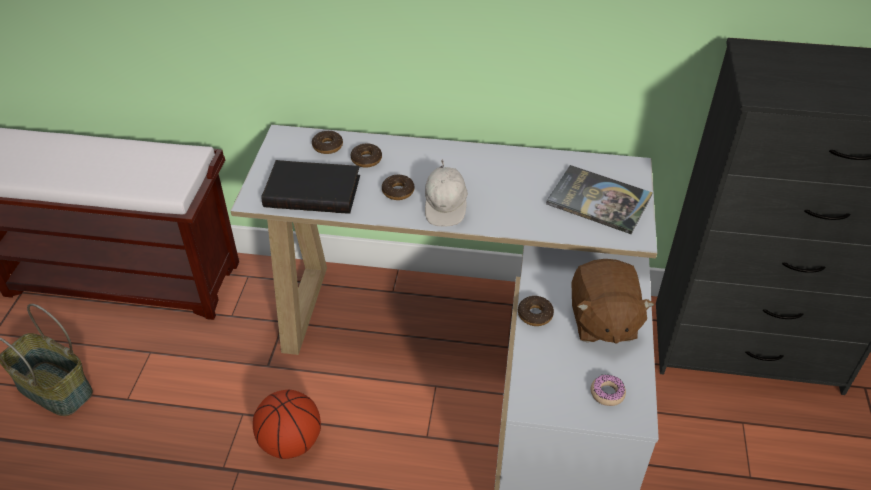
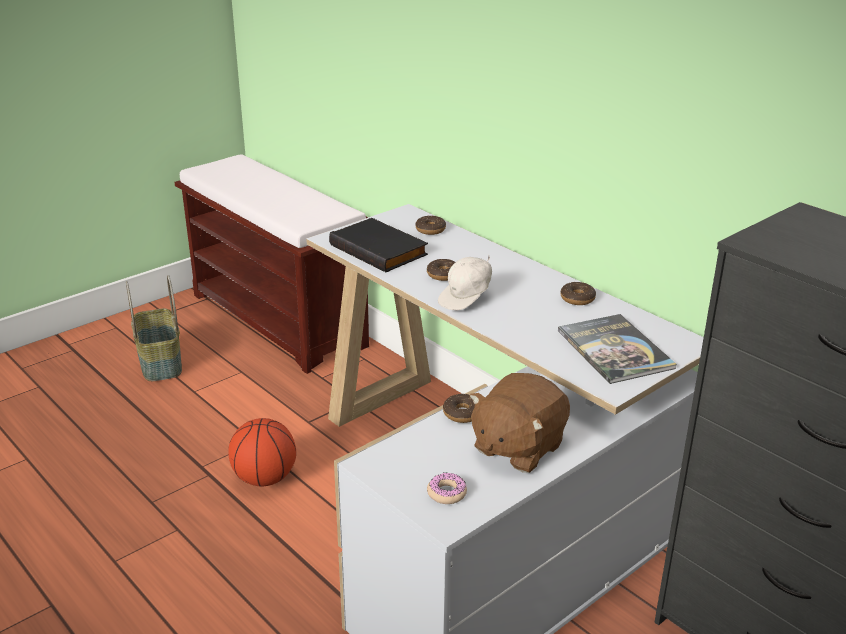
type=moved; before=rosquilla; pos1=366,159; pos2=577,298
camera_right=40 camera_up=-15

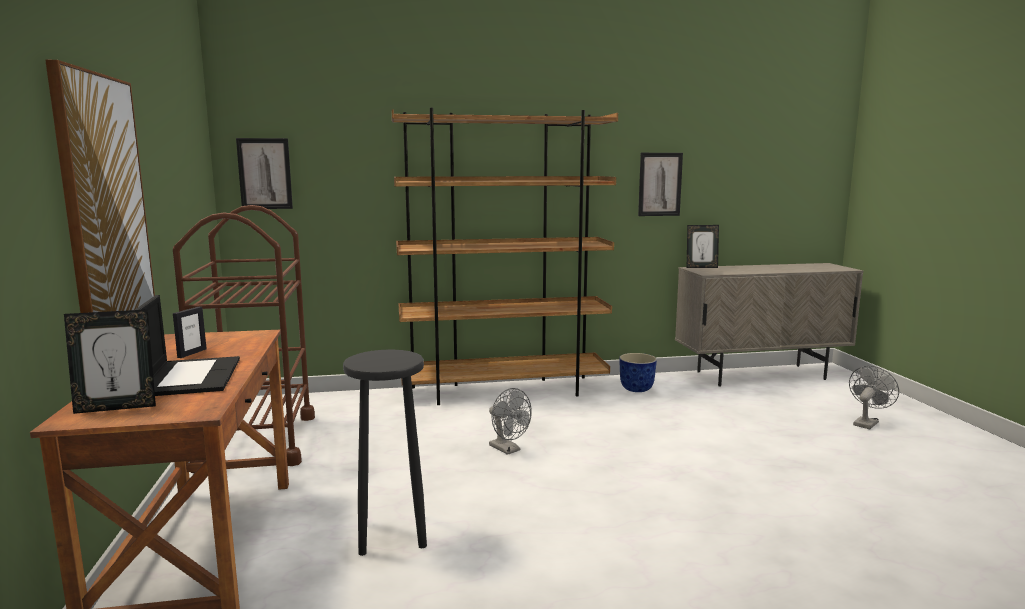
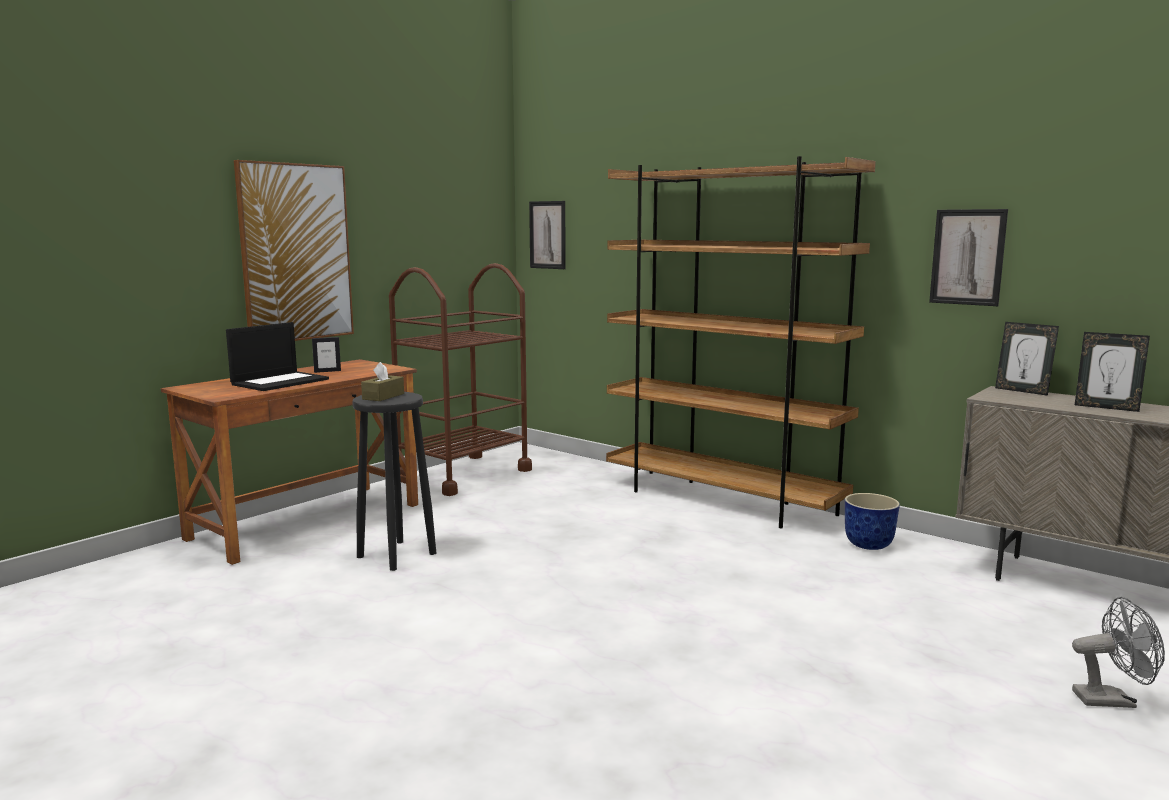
type=removed; before=ventilador/gris; pos1=508,449
type=added; after=caja de pañuelos/marrón; pos2=383,396
type=moved; before=portarretratos; pos1=116,407; pos2=1106,407
camera_right=50 camera_up=0

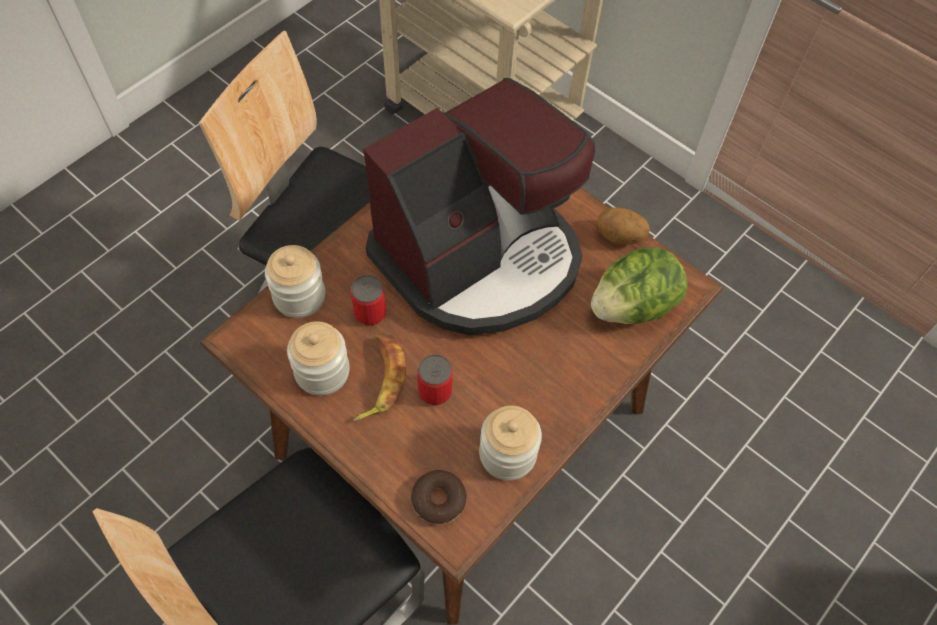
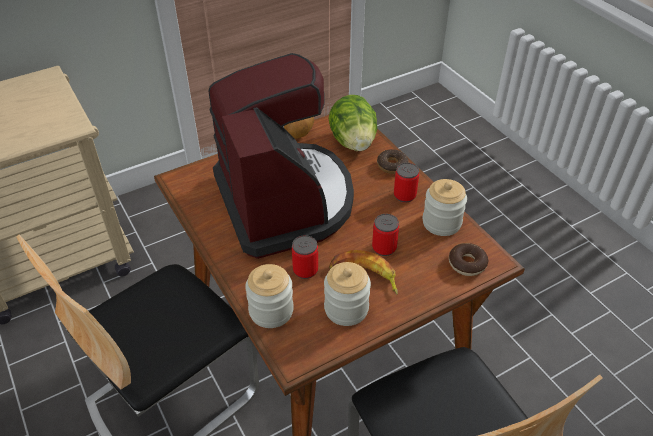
type=added; after=rosquilla; pos2=392,165
type=added; after=lata; pos2=404,195
camera_right=-70 camera_up=-15

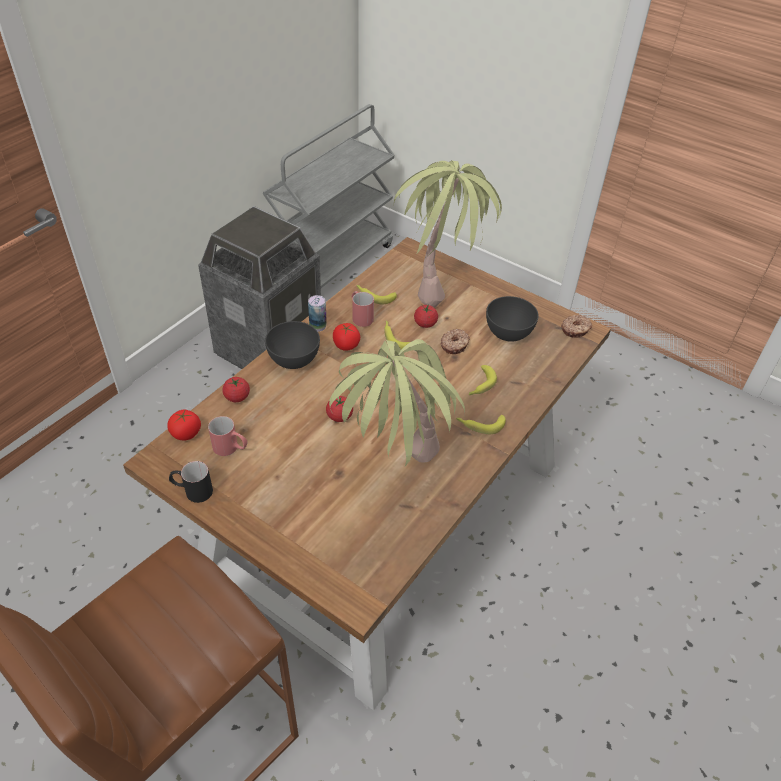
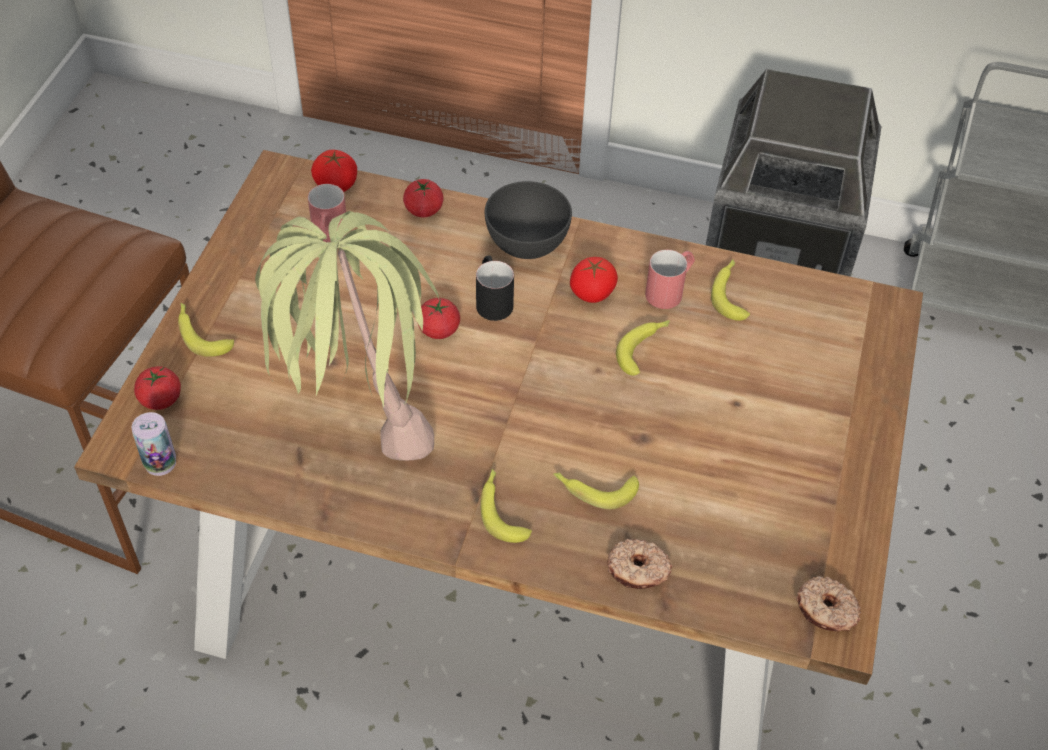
type=removed; before=planta en maceta; pos1=442,284
type=removed; before=cuenco/gris; pos1=508,333
type=added; after=plátano; pos2=201,333
type=moved; before=taza grande/negro; pos1=192,491; pos2=492,299
type=moved; before=lata; pos1=318,326; pos2=160,463
type=moved; before=tomate; pos1=425,323; pos2=161,399
type=moved; before=rosquilla; pos1=455,345; pos2=638,570
camera_right=70 camera_up=5

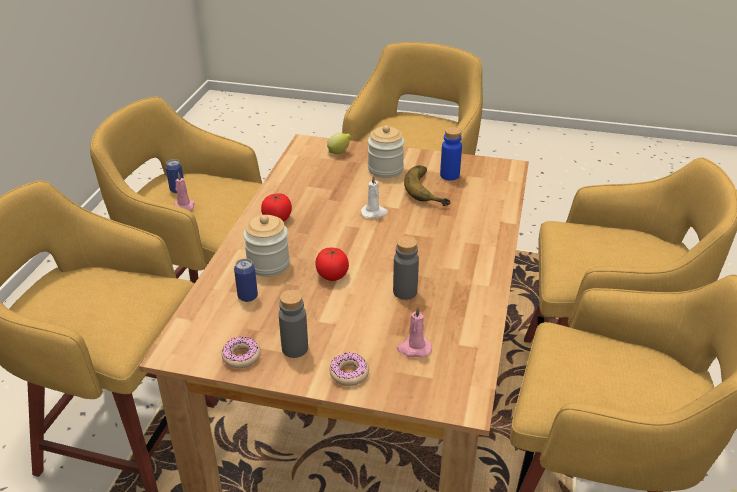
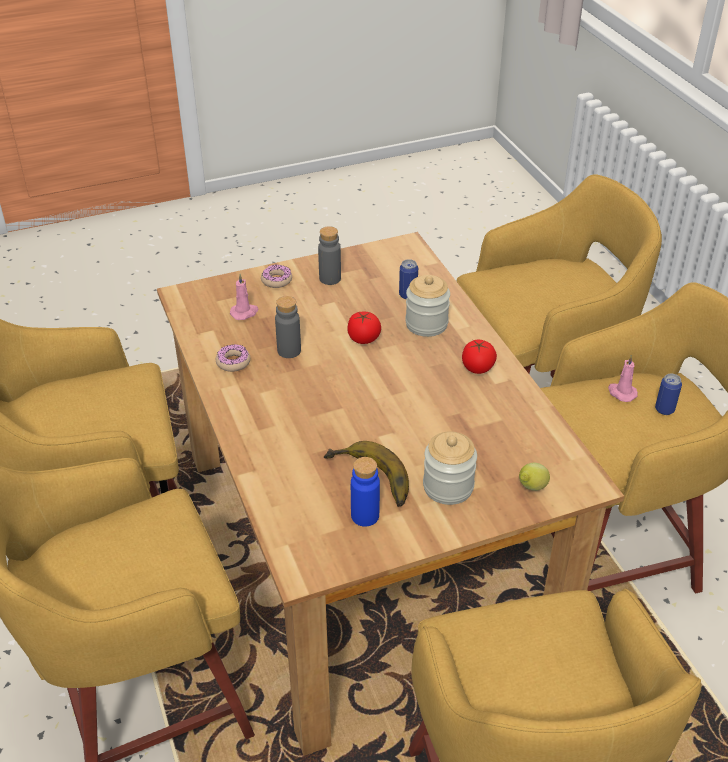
type=removed; before=vela/blanco; pos1=374,213
type=moved; before=rosquilla; pos1=241,356; pos2=233,362
camera_right=145 camera_up=5

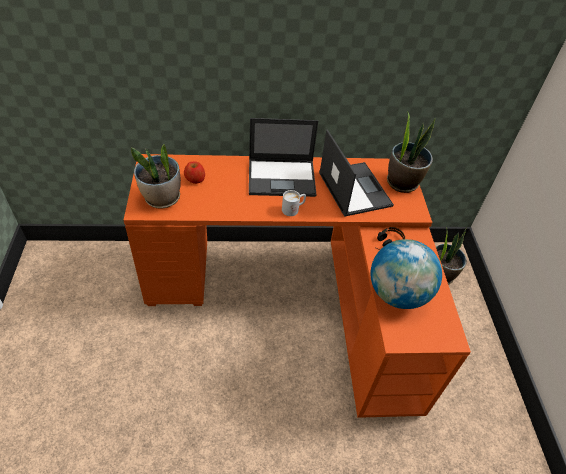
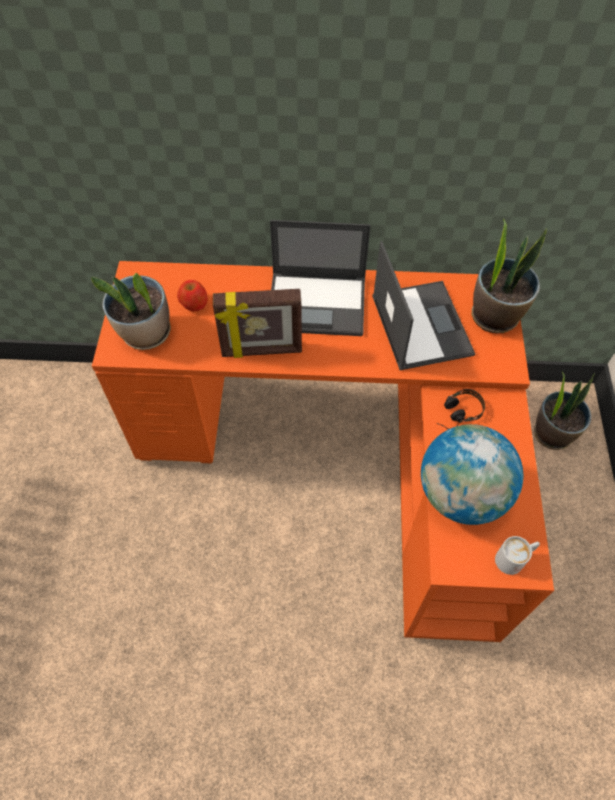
type=added; after=portarretratos; pos2=262,351
type=moved; before=taza grande/blanco; pos1=293,209; pos2=514,558
camera_right=10 camera_up=10

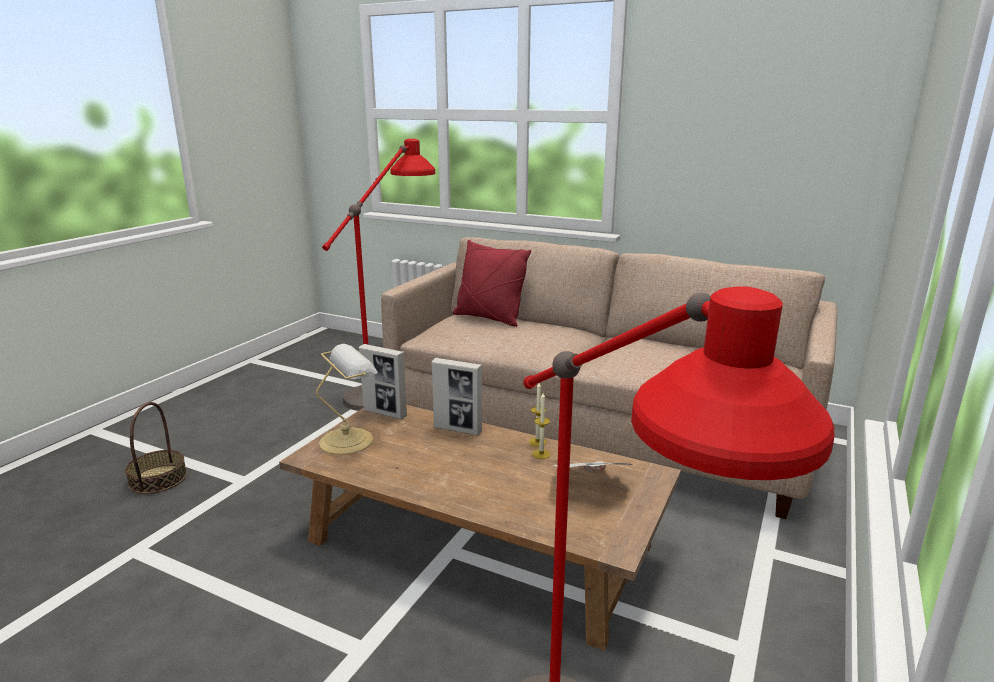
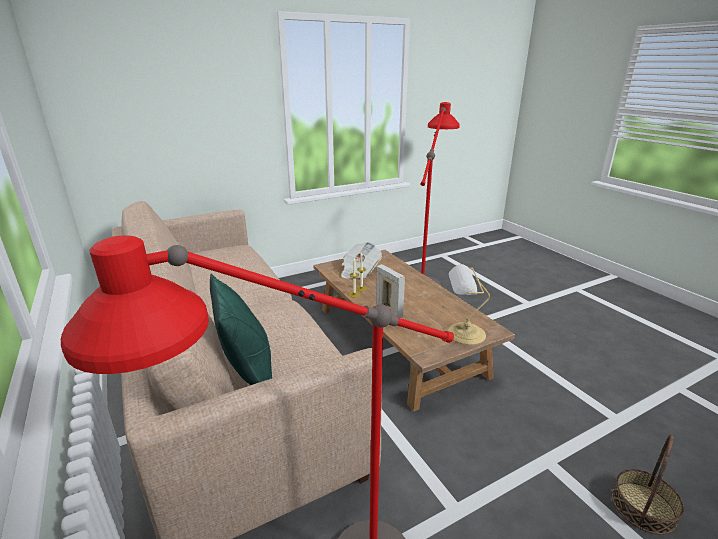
type=removed; before=portarretratos; pos1=385,413
type=recoloured; before=cojín/rojo; after=cojín/verde; pos1=489,318; pos2=248,372
camera_right=-145 camera_up=5

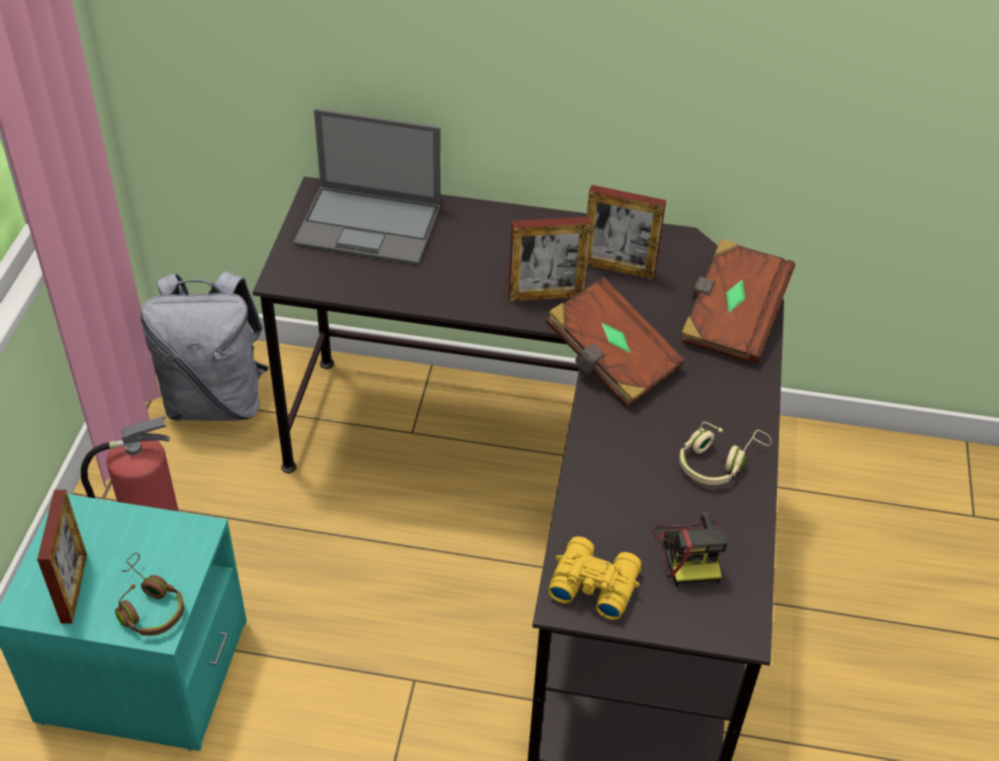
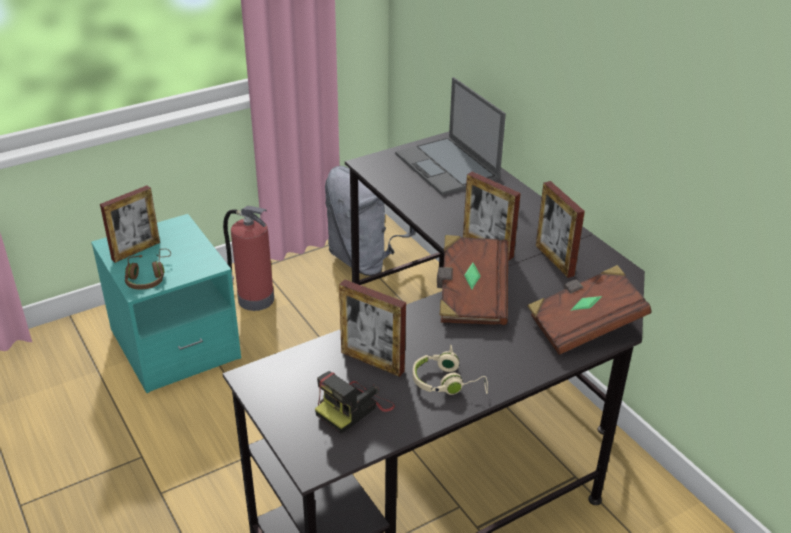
type=removed; before=prismáticos/amarillo; pos1=593,583
type=added; after=portarretratos; pos2=372,361
camera_right=50 camera_up=-10

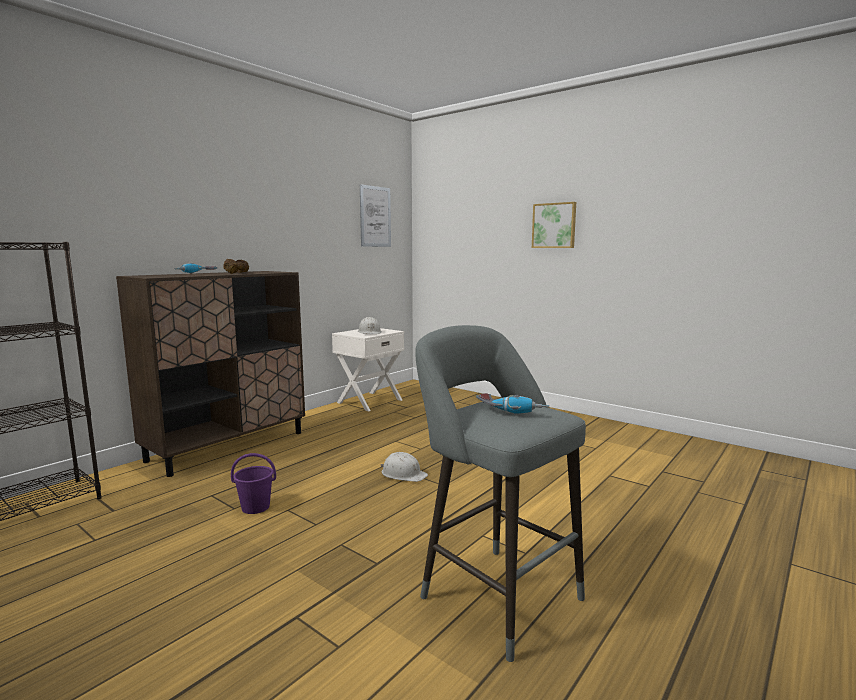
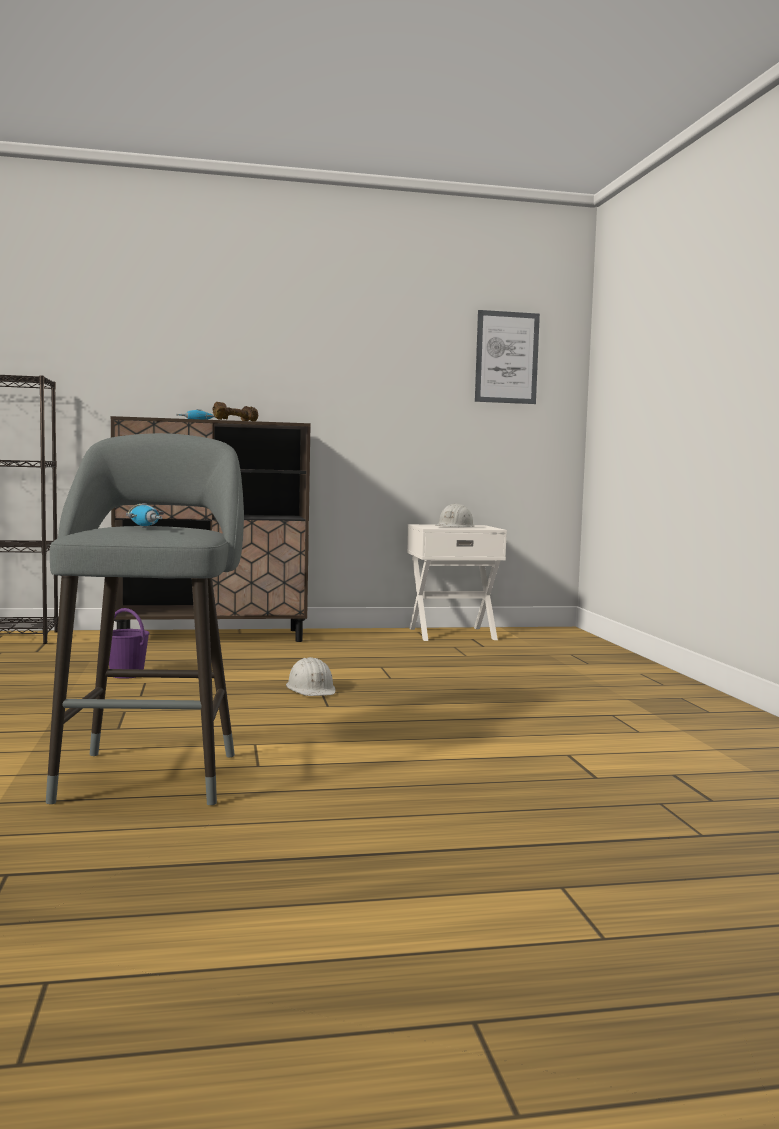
type=removed; before=cuadro; pos1=554,225
camera_right=40 camera_up=-5

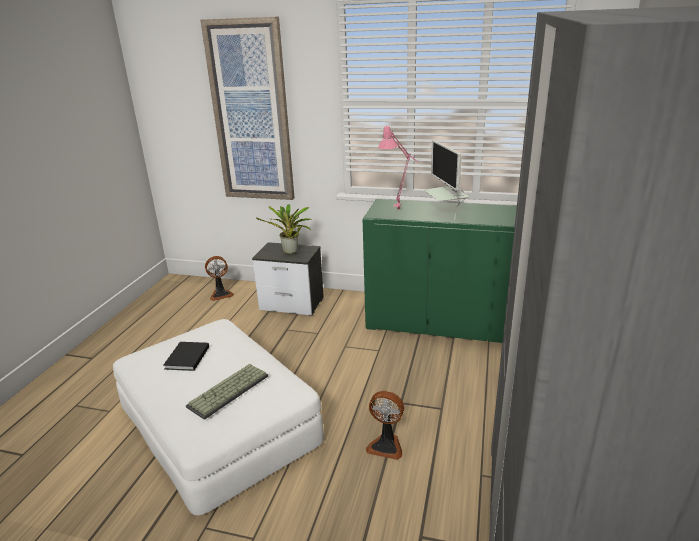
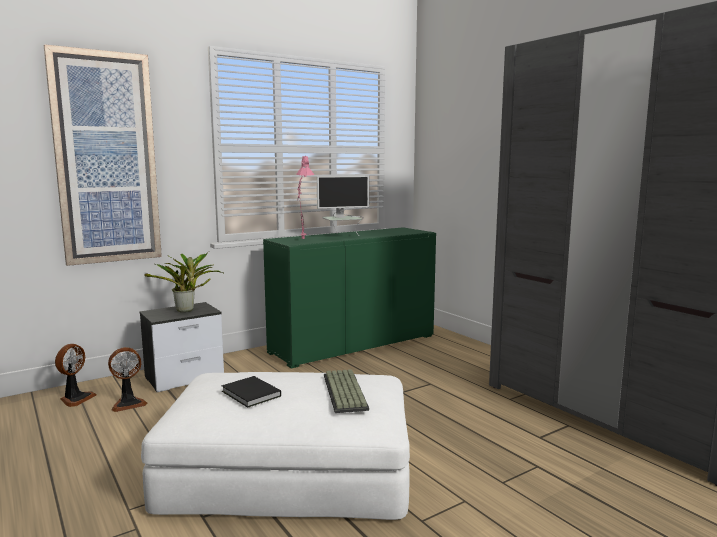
type=moved; before=ventilador; pos1=386,445; pos2=128,404
type=turned; before=monitor; pos1=446,213; pos2=342,237; turn=-45
camera_right=-50 camera_up=-15

